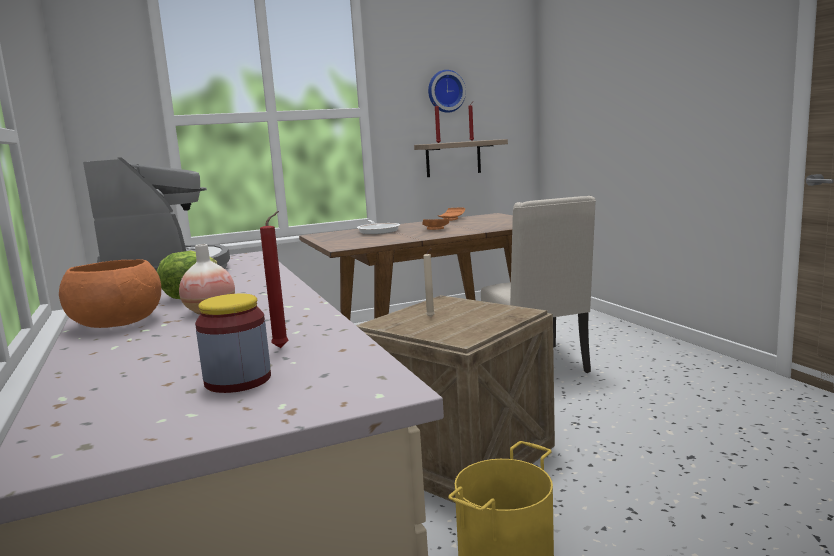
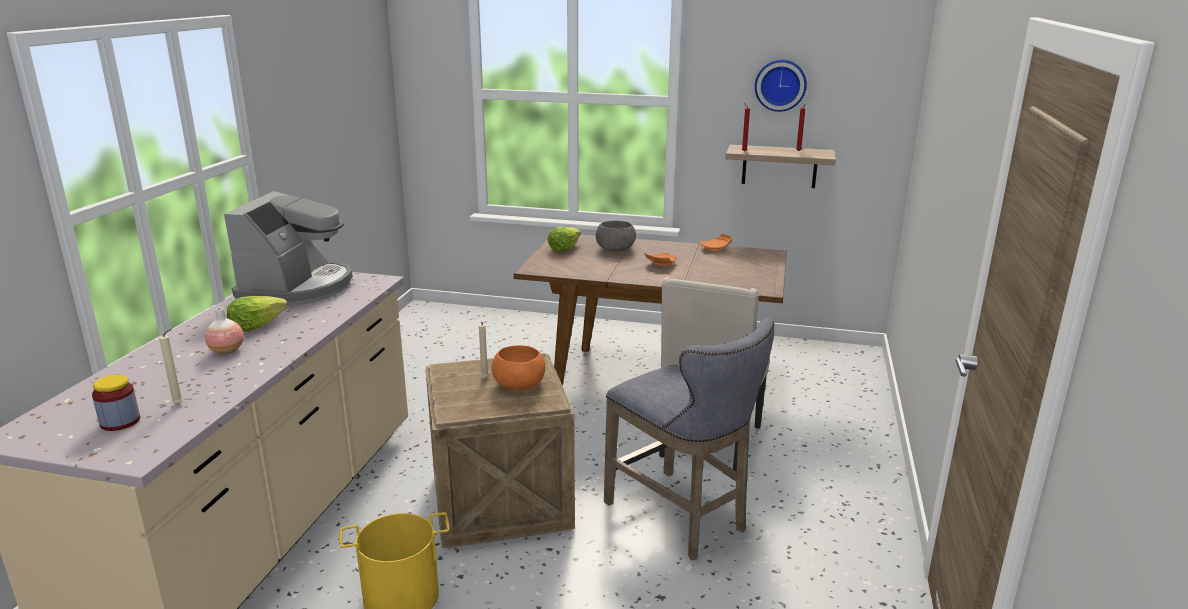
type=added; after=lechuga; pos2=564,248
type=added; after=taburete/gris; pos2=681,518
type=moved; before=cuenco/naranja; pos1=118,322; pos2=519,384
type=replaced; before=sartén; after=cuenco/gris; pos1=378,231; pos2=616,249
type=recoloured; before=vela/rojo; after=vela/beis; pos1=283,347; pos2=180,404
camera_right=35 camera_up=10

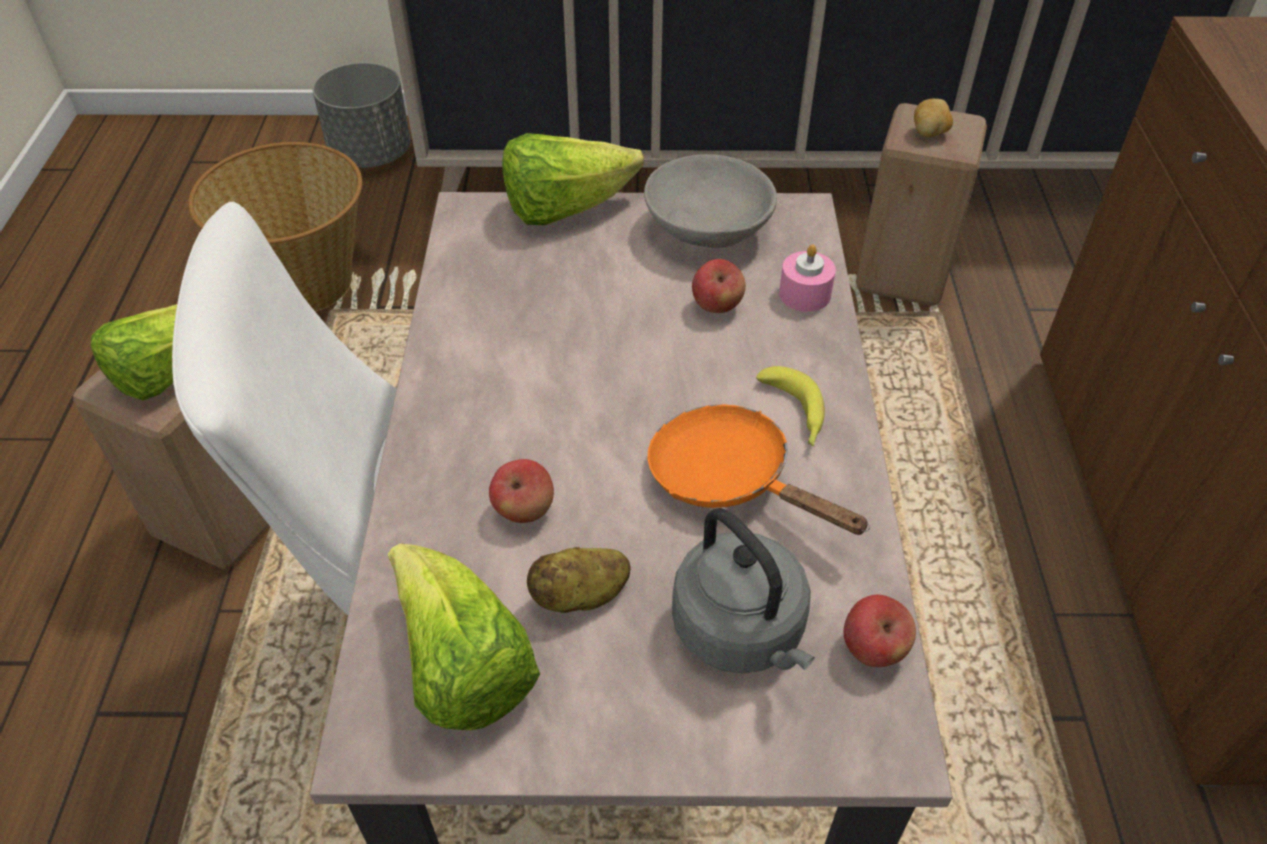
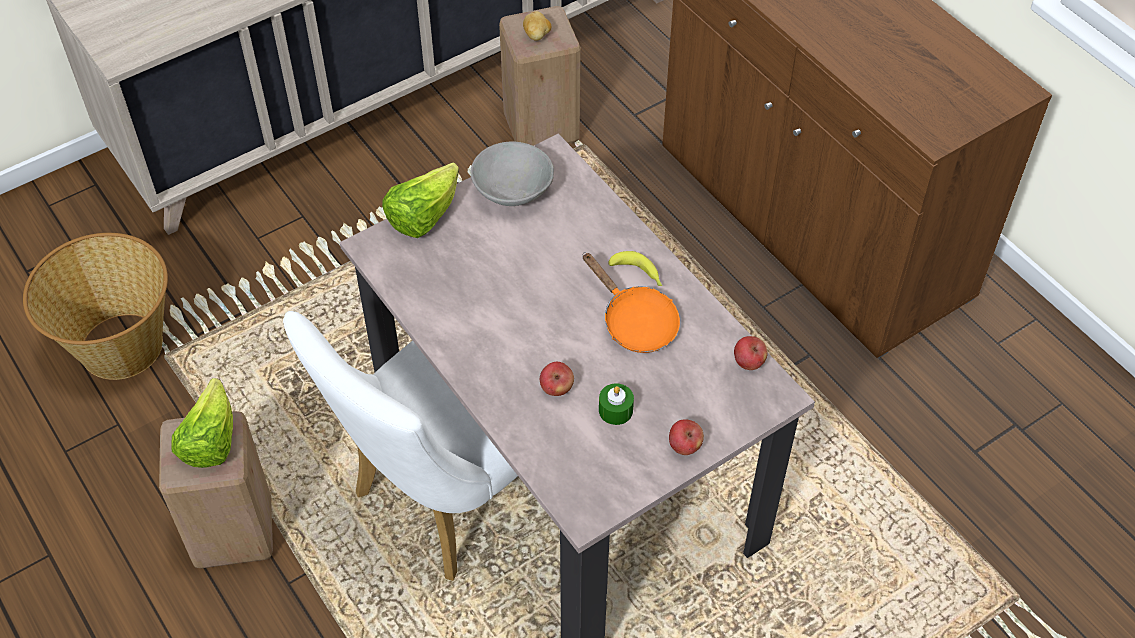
type=removed; before=maceta/gris; pos1=371,154
type=removed; before=lechuga; pos1=462,667
type=removed; before=hervidor/gris; pos1=742,632
type=removed; before=vela/rosa; pos1=804,294
type=moved; before=manzana; pos1=717,306; pos2=684,446
type=replaced; before=patata; after=vela/verde; pos1=581,596; pos2=615,410
type=turned; before=sartén/naranja; pos1=730,479; pos2=635,322; turn=-135
camera_right=-35 camera_up=5

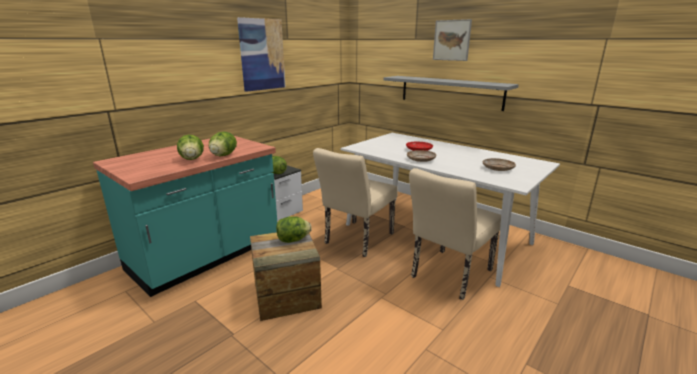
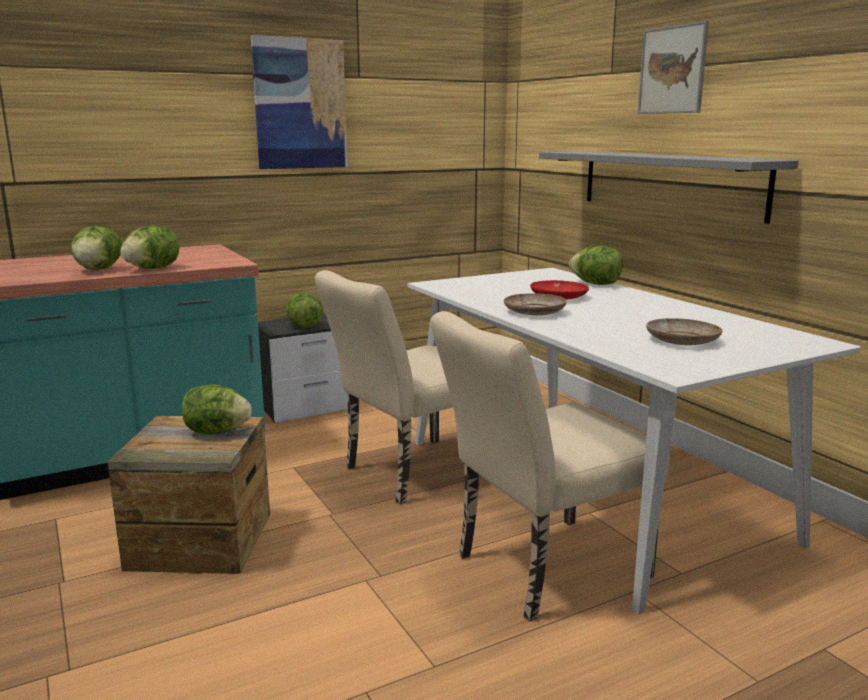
type=added; after=lechuga; pos2=596,284
camera_right=20 camera_up=-5

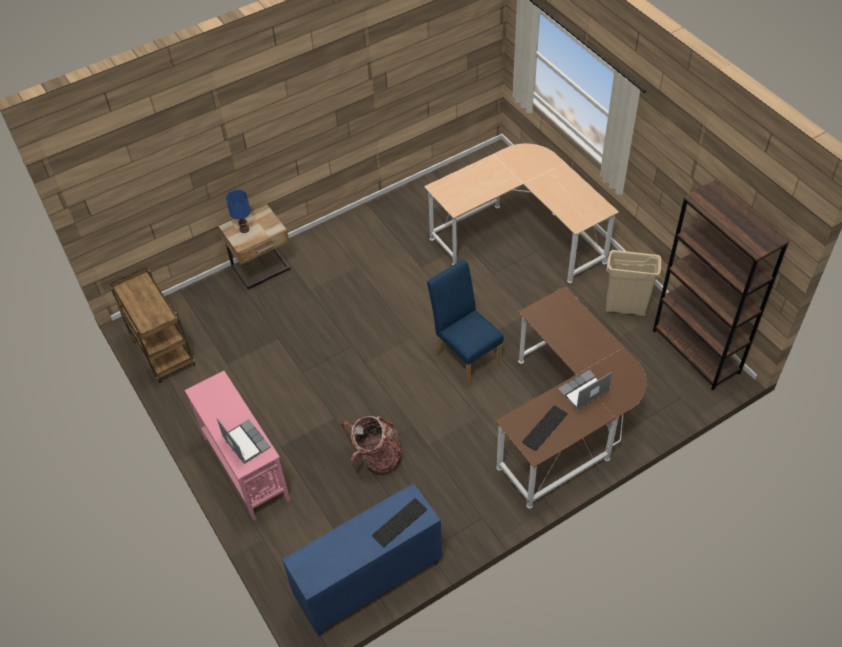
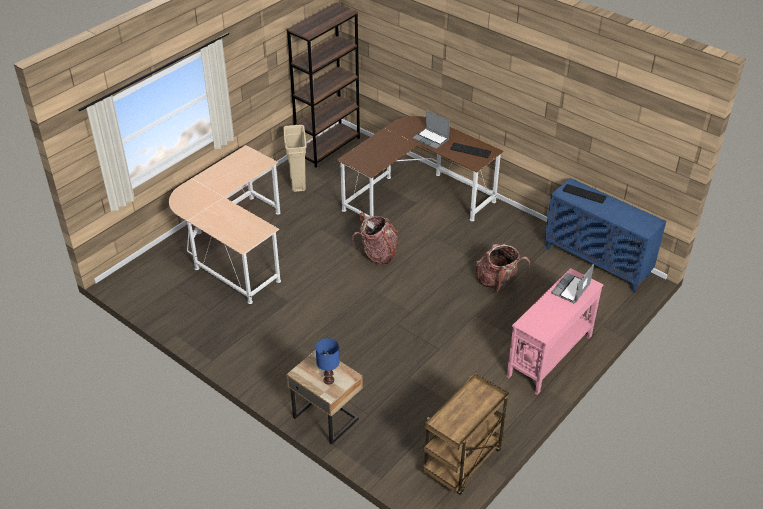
type=replaced; before=silla/azul; after=mochila; pos1=465,355; pos2=378,255
camera_right=-110 camera_up=-10

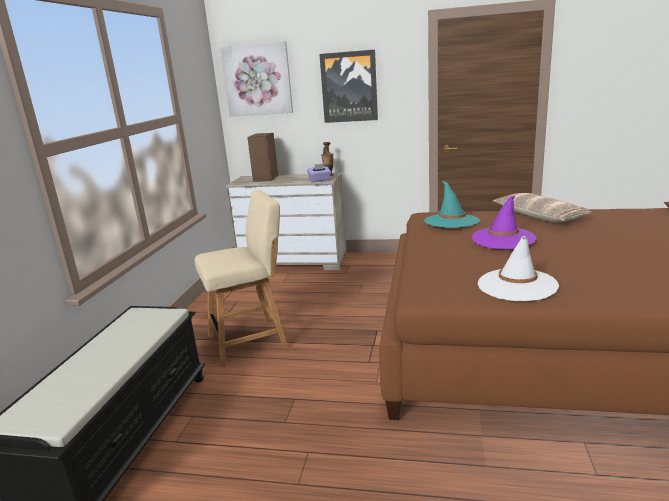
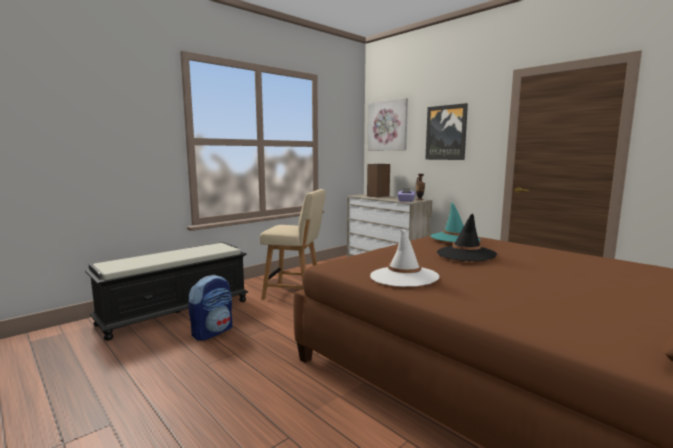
type=removed; before=cojín; pos1=539,216
type=added; after=mochila; pos2=213,332
type=recoloured; before=sombrero/morado; after=sombrero/negro; pos1=503,238; pos2=466,254
camera_right=35 camera_up=-10

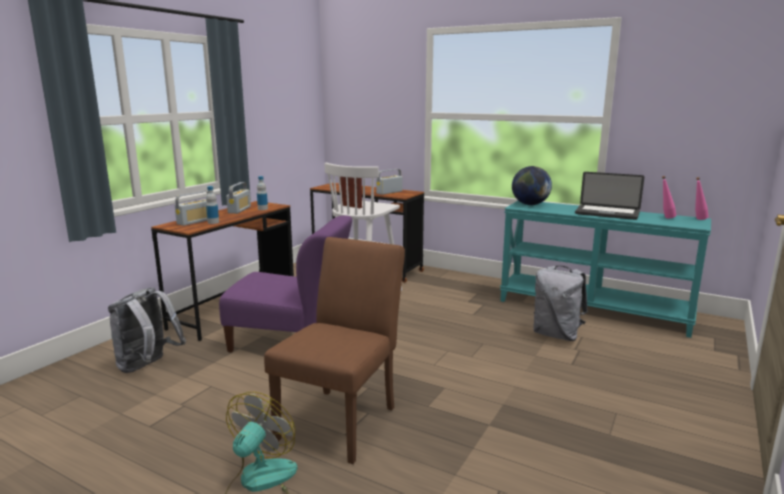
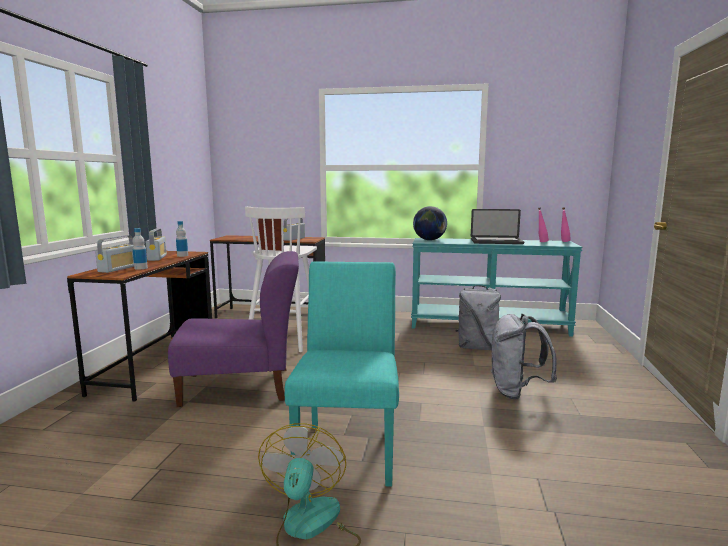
type=moved; before=mochila/gris; pos1=148,366; pos2=516,392
type=recoloured; before=silla/marrón; after=silla/turquesa; pos1=343,418; pos2=348,446
camera_right=-20 camera_up=-5

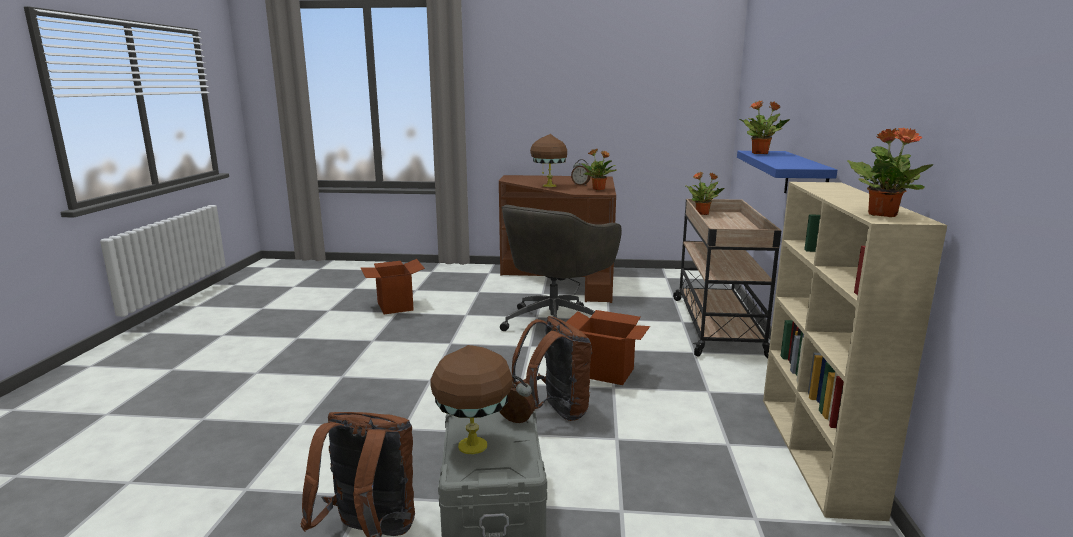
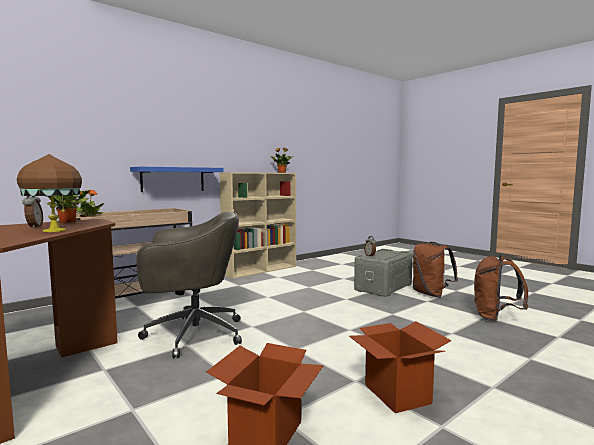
type=removed; before=lámpara de mesa/marrón; pos1=474,445
type=removed; before=planta en maceta; pos1=760,153
type=moved; before=mochila/marrón; pos1=555,411; pos2=495,318
type=moved; before=caja de cartón; pos1=605,372; pos2=396,394
camera_right=-135 camera_up=-10

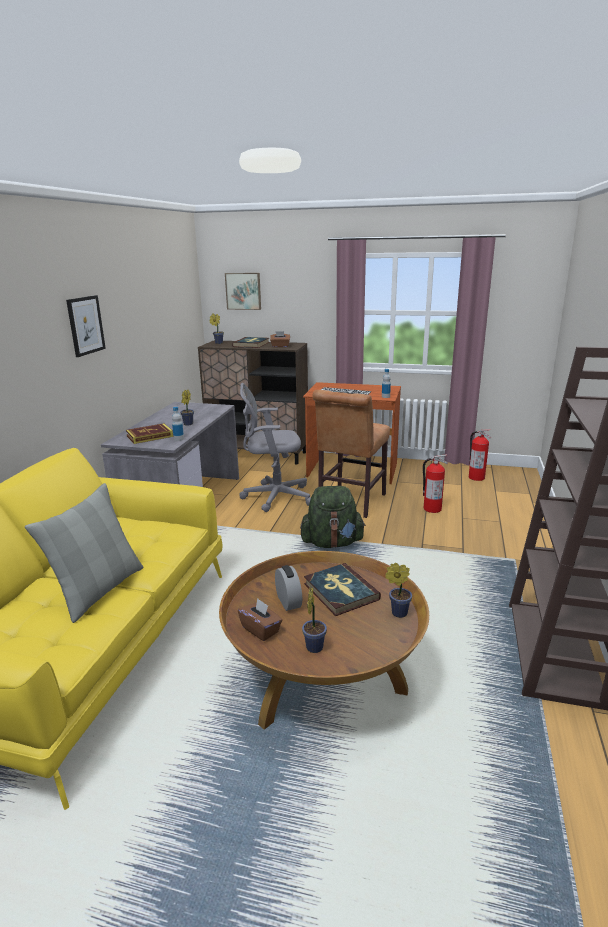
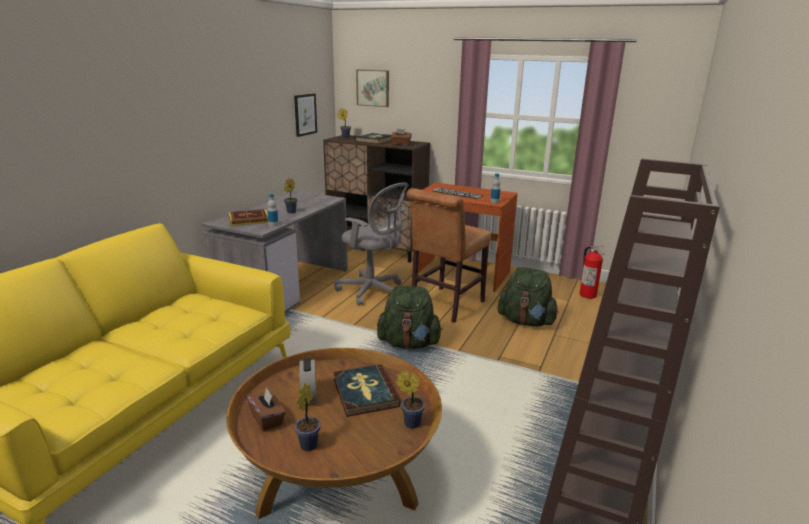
type=removed; before=cojín/gris; pos1=99,590
type=moved; before=cuadro; pos1=85,325; pos2=305,114
type=replaced; before=extintor; after=mochila/verde; pos1=432,509; pos2=526,321
type=turned; before=silla de oficina/gris; pos1=274,497; pos2=373,291; turn=-150
camera_right=10 camera_up=0

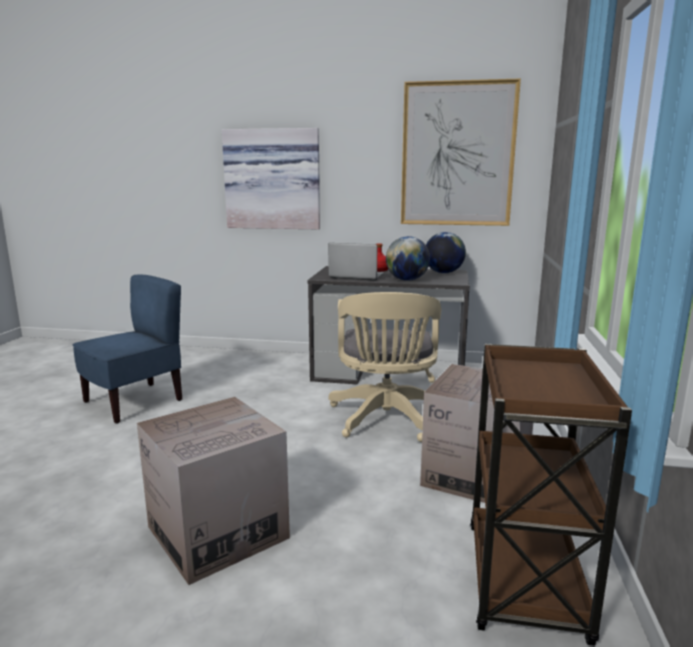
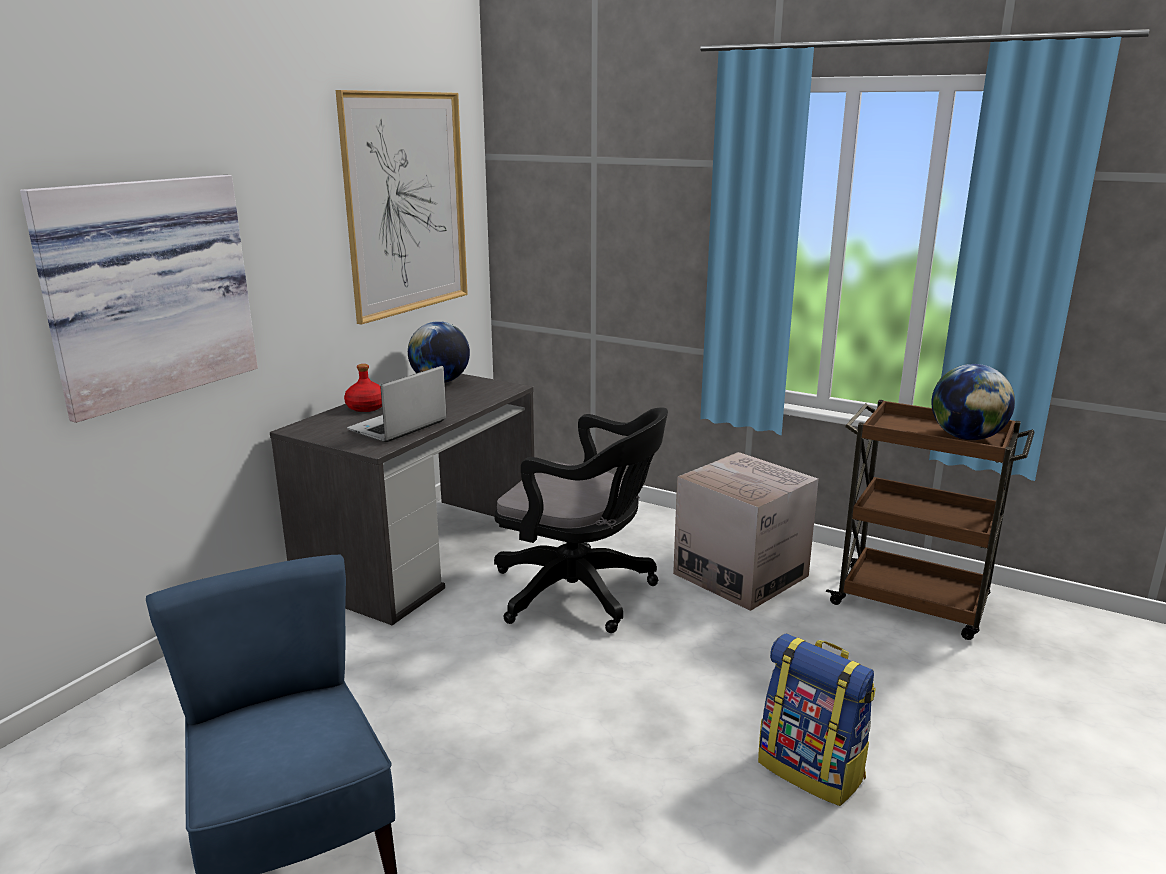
type=moved; before=globo terráqueo; pos1=407,280; pos2=966,437
type=replaced; before=caja de cartón; after=mochila; pos1=218,532; pos2=812,770
type=recoloured; before=silla de oficina/beis; after=silla de oficina/negro; pos1=386,420; pos2=581,593
camera_right=-70 camera_up=5

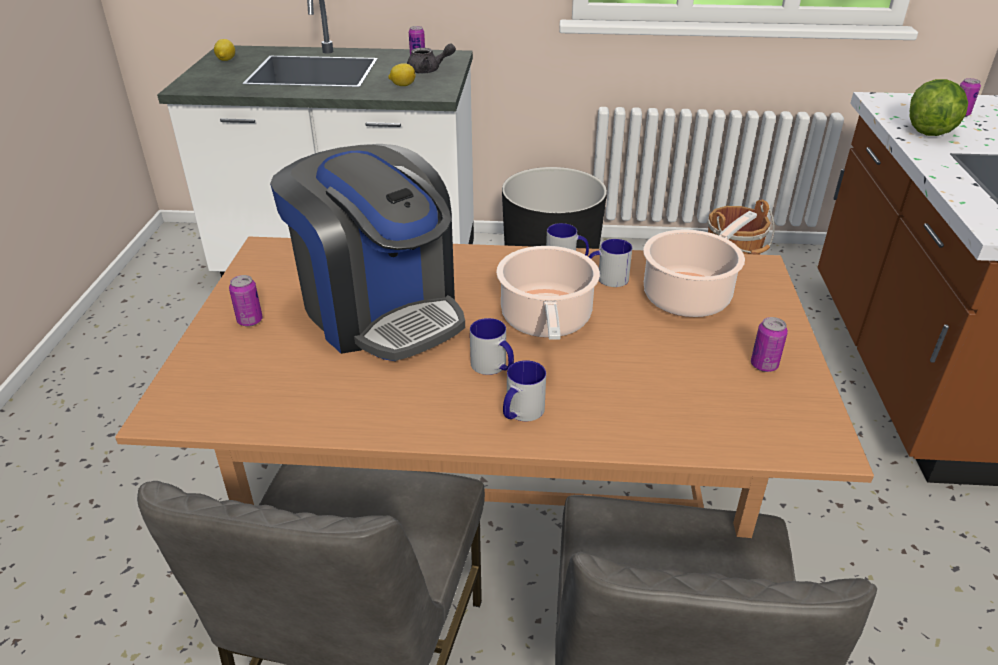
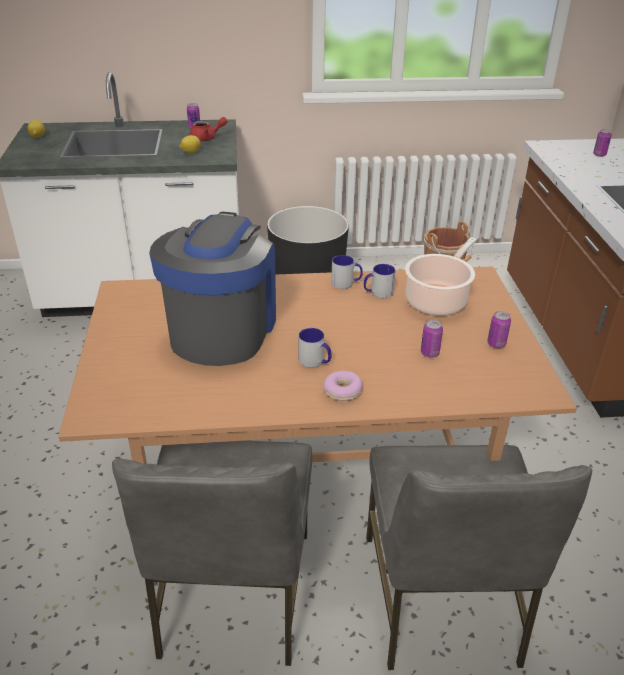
type=removed; before=olla; pos1=546,321
type=removed; before=lechuga; pos1=929,130
type=moved; before=lata; pos1=250,321; pos2=429,353
type=replaced; before=taza grande; after=rosquilla; pos1=521,413; pos2=342,391
type=recoloured; before=tetera/gris; after=tetera/rojo; pos1=428,70; pos2=207,138
type=turned; before=cafetera; pos1=380,310; pos2=222,329; turn=-120
camera_right=-10 camera_up=0

